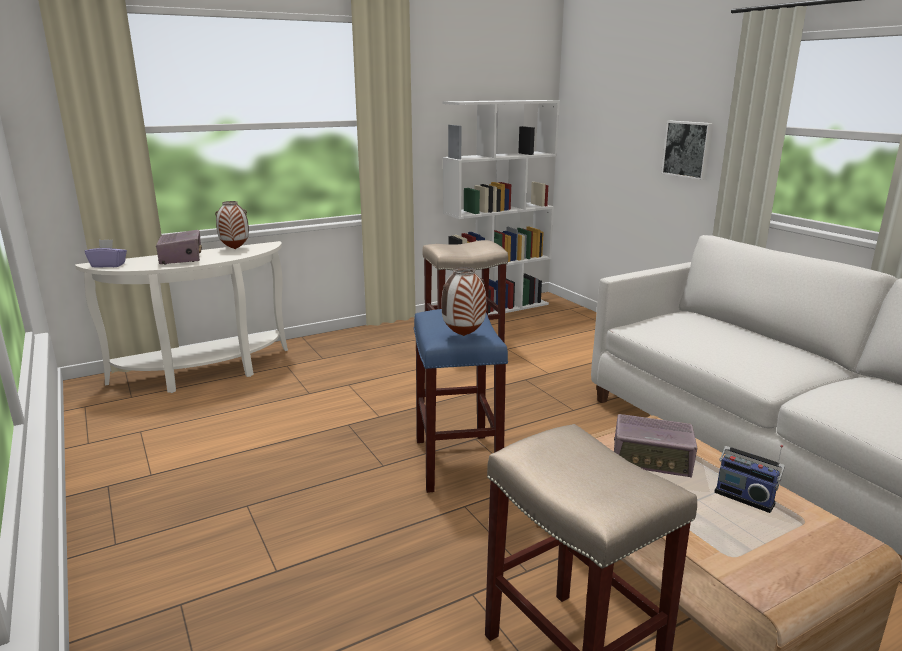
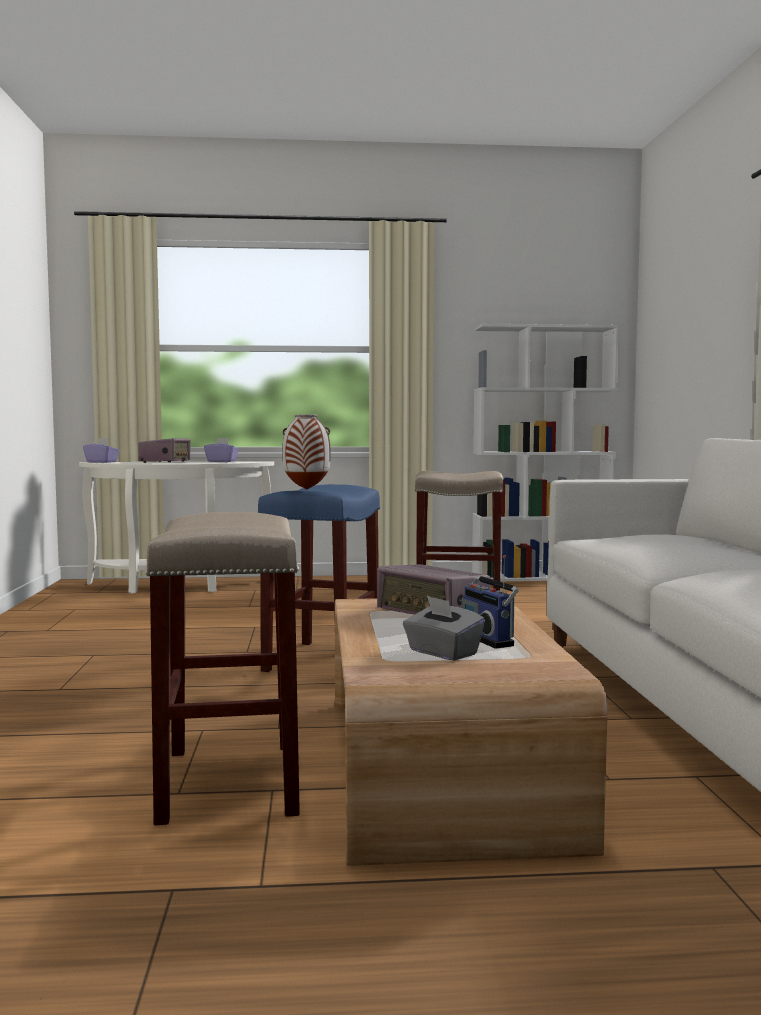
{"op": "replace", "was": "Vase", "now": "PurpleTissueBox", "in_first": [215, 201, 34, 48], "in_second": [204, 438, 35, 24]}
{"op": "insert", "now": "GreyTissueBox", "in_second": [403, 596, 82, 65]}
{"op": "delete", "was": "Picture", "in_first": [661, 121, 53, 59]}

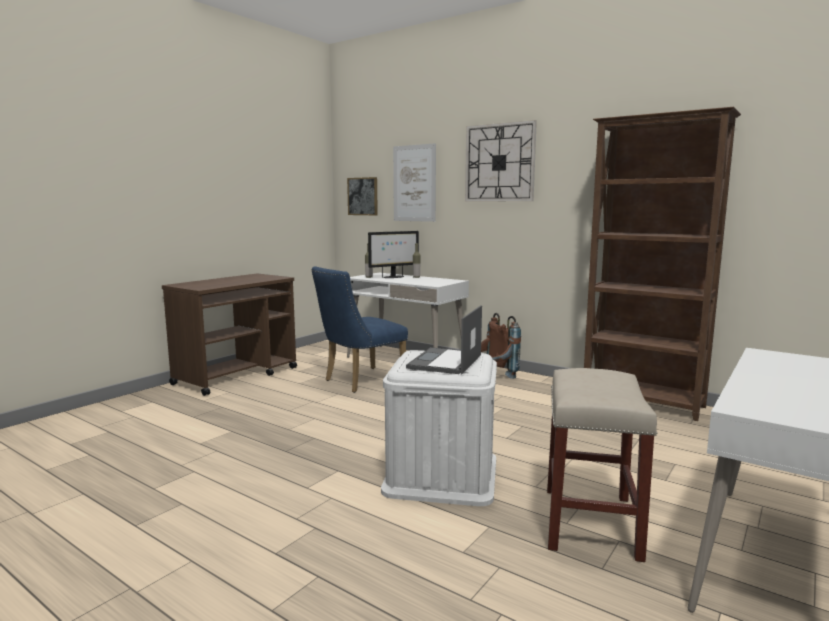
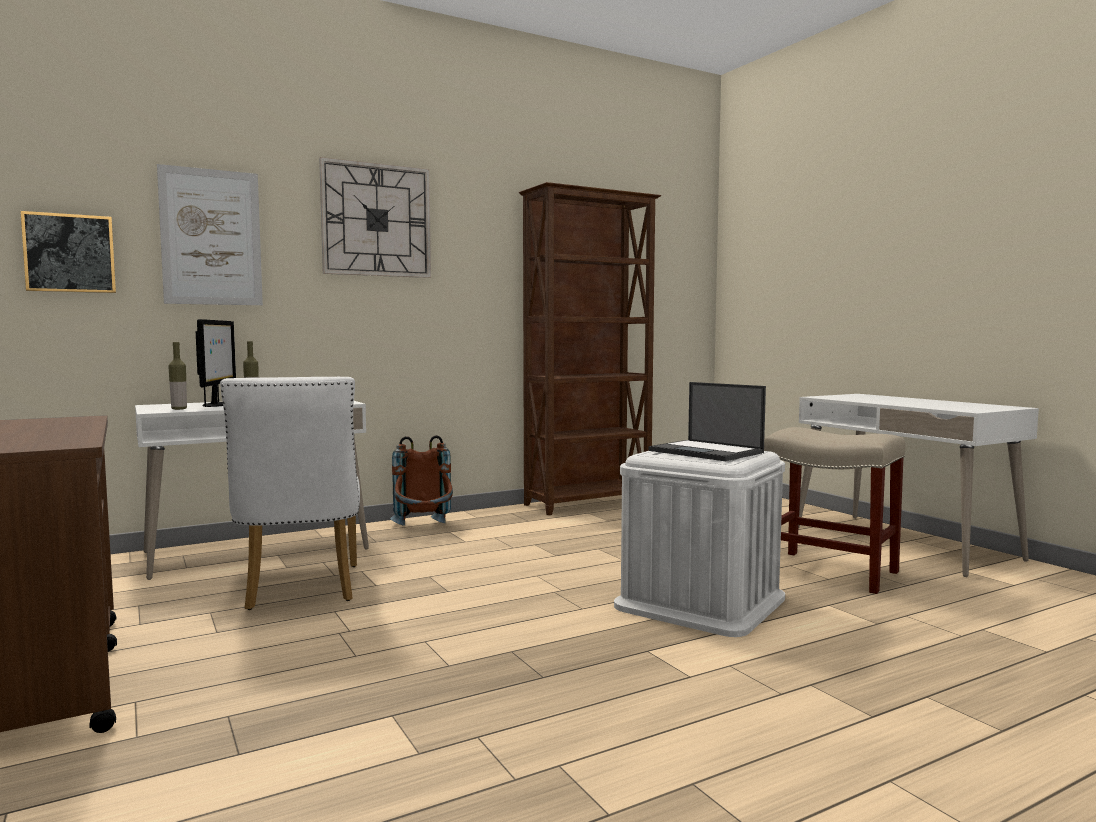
{"op": "recolor", "was": "BlueChair", "now": "WhiteChair", "in_first": [311, 266, 97, 127], "in_second": [220, 377, 140, 233]}

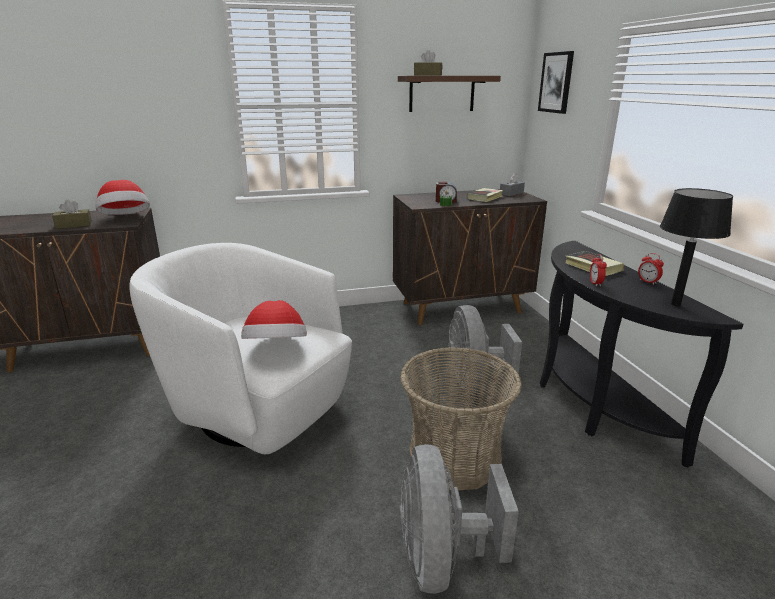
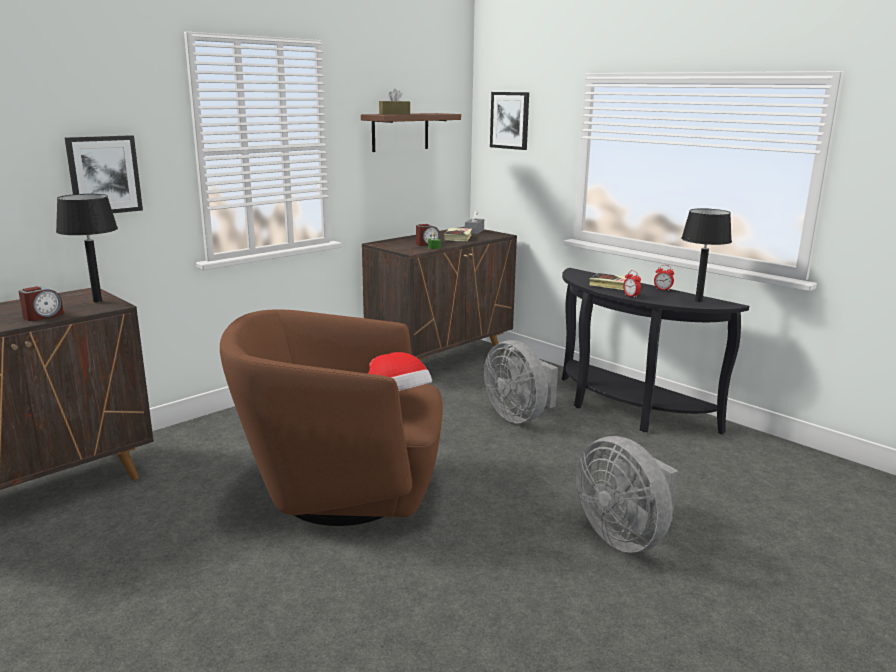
{"op": "replace", "was": "BrownTissueBox", "now": "AlarmClock", "in_first": [52, 200, 40, 29], "in_second": [18, 286, 46, 35]}
{"op": "replace", "was": "Hat", "now": "BlackTableLamp", "in_first": [95, 180, 55, 35], "in_second": [56, 194, 62, 108]}
{"op": "insert", "now": "Picture", "in_second": [65, 135, 78, 78]}
{"op": "recolor", "was": "WhiteArmchair", "now": "BrownArmchair", "in_first": [129, 243, 223, 211], "in_second": [220, 310, 223, 216]}
{"op": "delete", "was": "Basket", "in_first": [400, 347, 122, 144]}

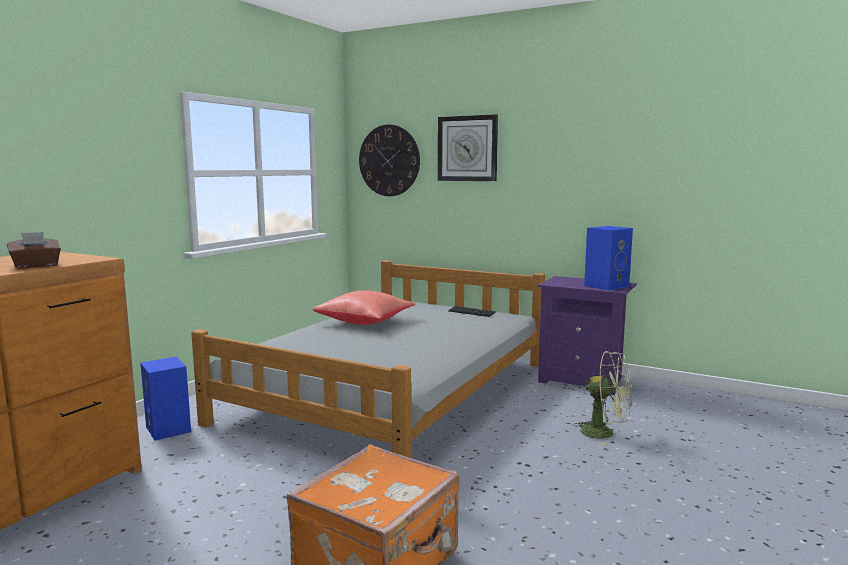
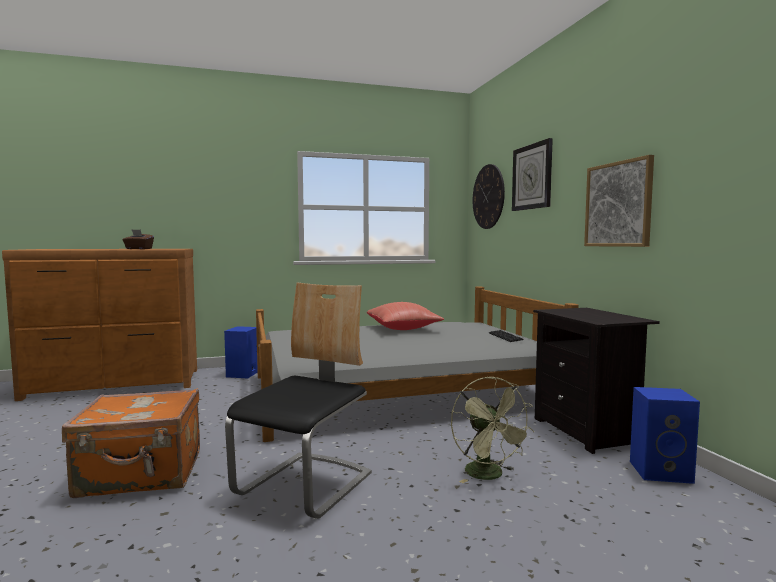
{"op": "insert", "now": "Chair", "in_second": [225, 282, 147, 237]}
{"op": "recolor", "was": "PurpleNightstand", "now": "BlackNightstand", "in_first": [538, 276, 99, 119], "in_second": [533, 308, 127, 146]}
{"op": "insert", "now": "Picture", "in_second": [584, 155, 70, 92]}
{"op": "move", "was": "BlueSpeaker", "in_first": [584, 226, 49, 65], "in_second": [630, 387, 70, 97]}

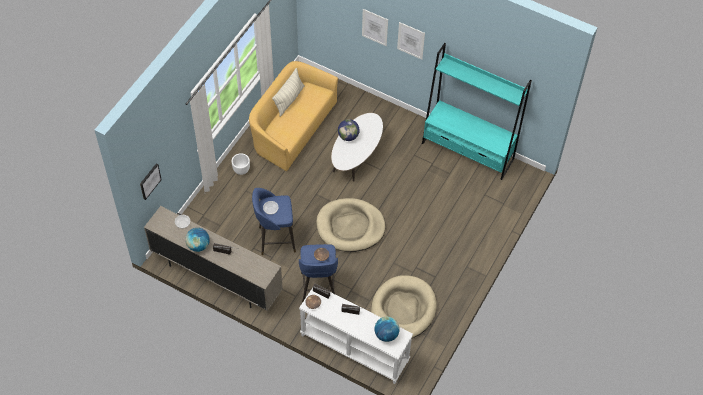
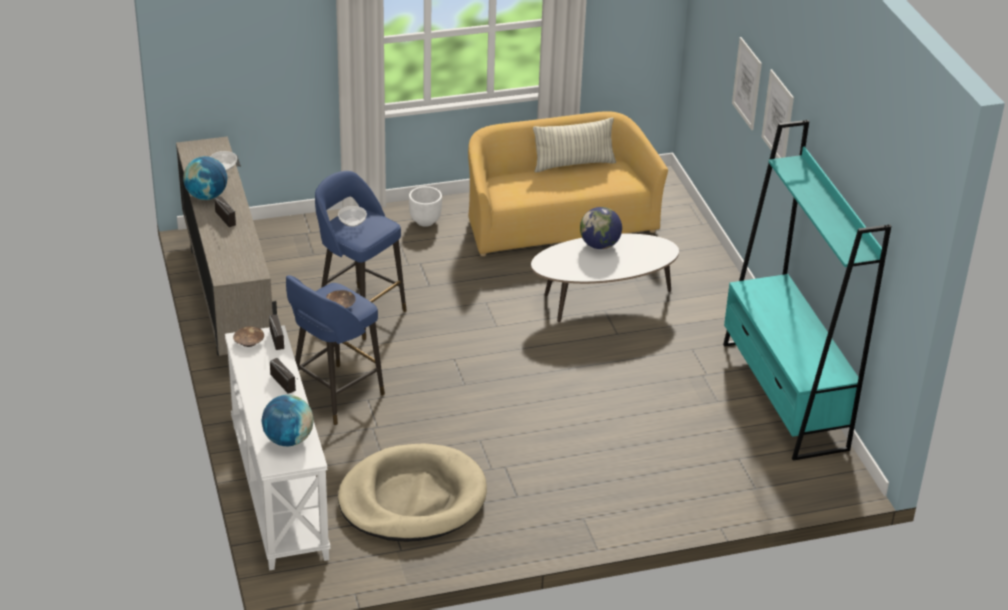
{"op": "delete", "was": "Picture", "in_first": [140, 163, 22, 37]}
{"op": "delete", "was": "BeigeDogBed", "in_first": [316, 198, 69, 54]}

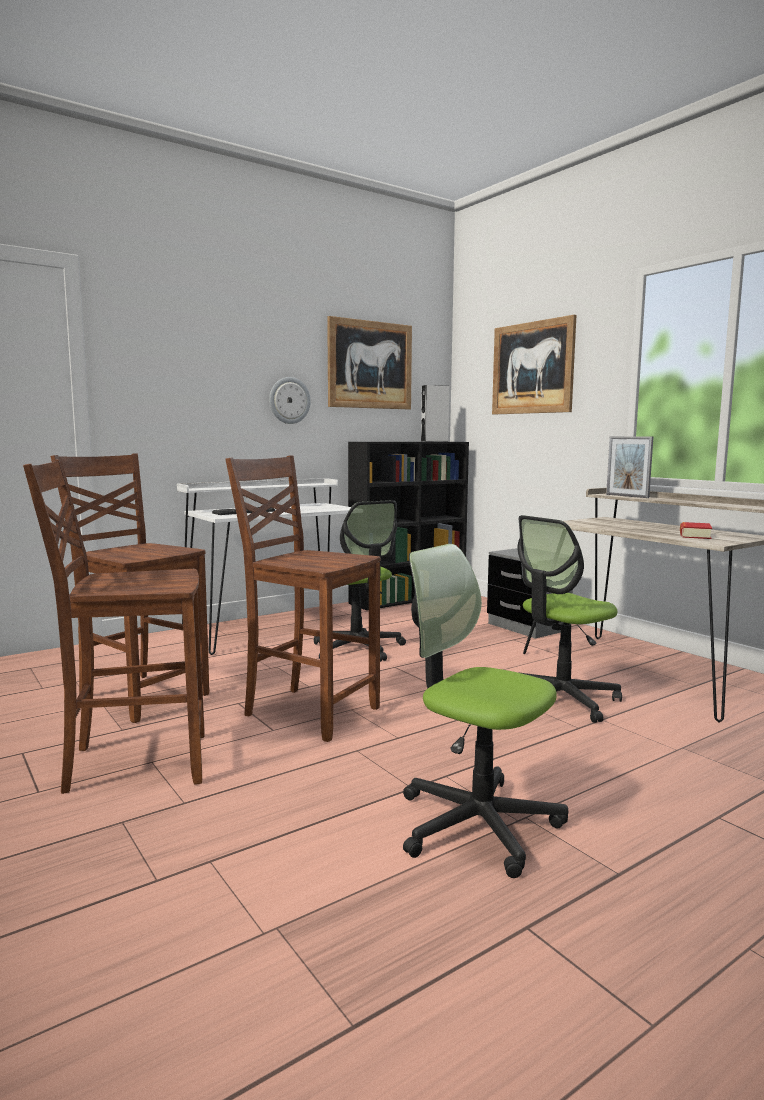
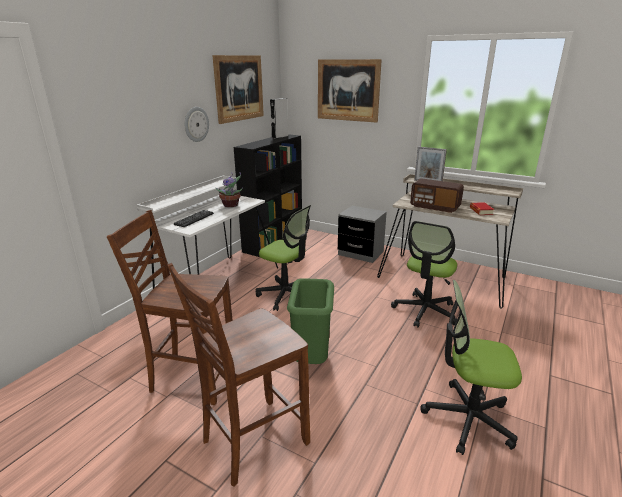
{"op": "insert", "now": "PottedPlant", "in_second": [216, 173, 27, 34]}
{"op": "replace", "was": "BrownChair", "now": "GreenTrashCan", "in_first": [225, 455, 155, 287], "in_second": [287, 278, 47, 86]}
{"op": "insert", "now": "Radio", "in_second": [410, 178, 54, 35]}

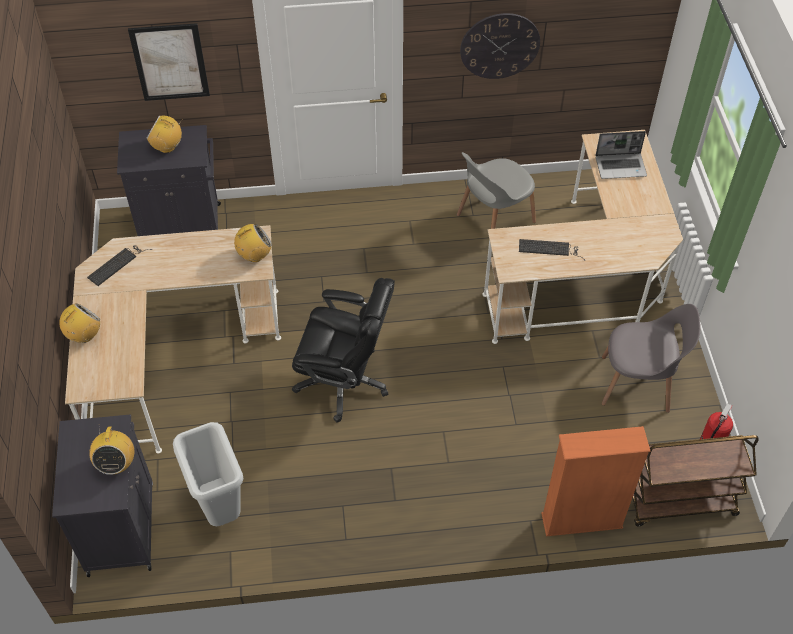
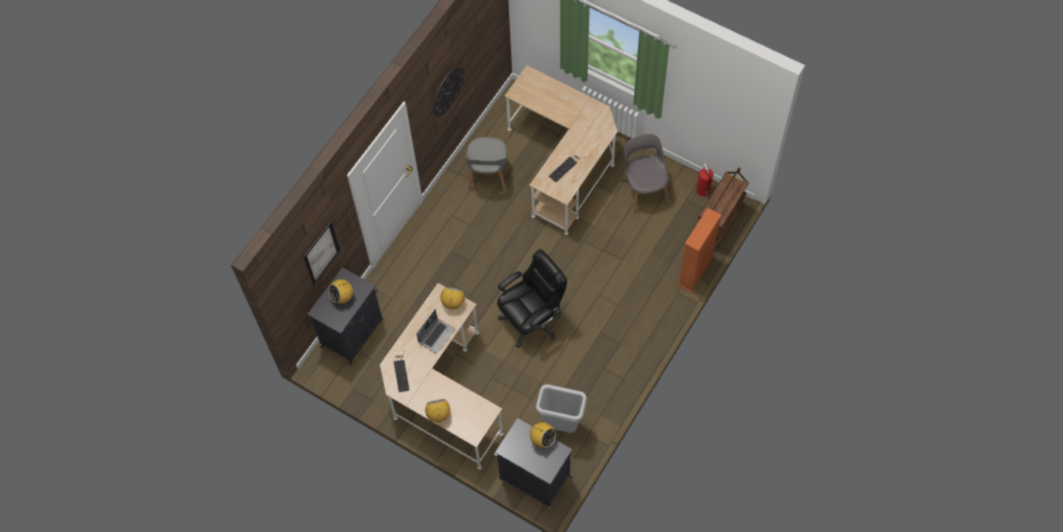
{"op": "move", "was": "Laptop", "in_first": [595, 131, 52, 48], "in_second": [417, 309, 38, 45]}
{"op": "rotate", "was": "GreyChair", "in_first": [601, 304, 99, 109], "in_second": [621, 134, 48, 79], "clockwise": -60}

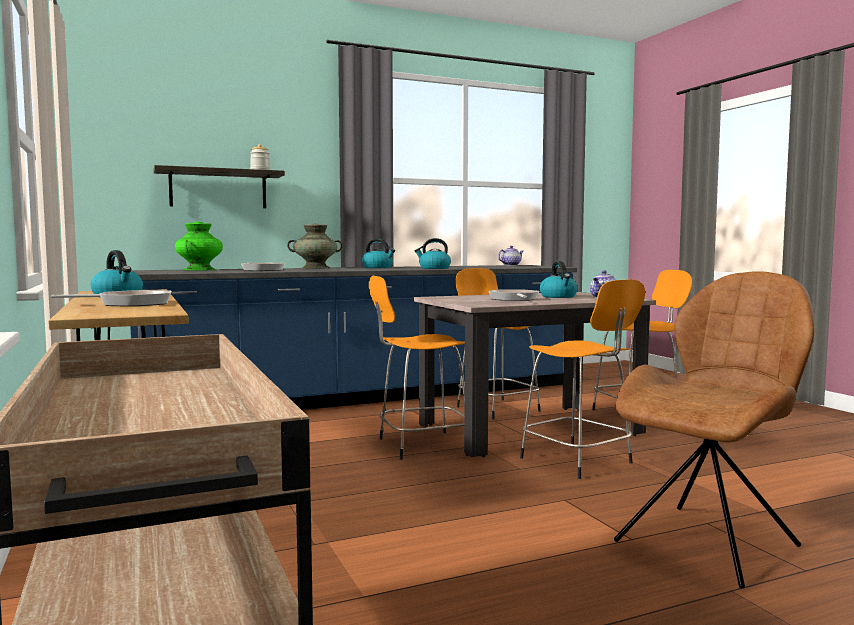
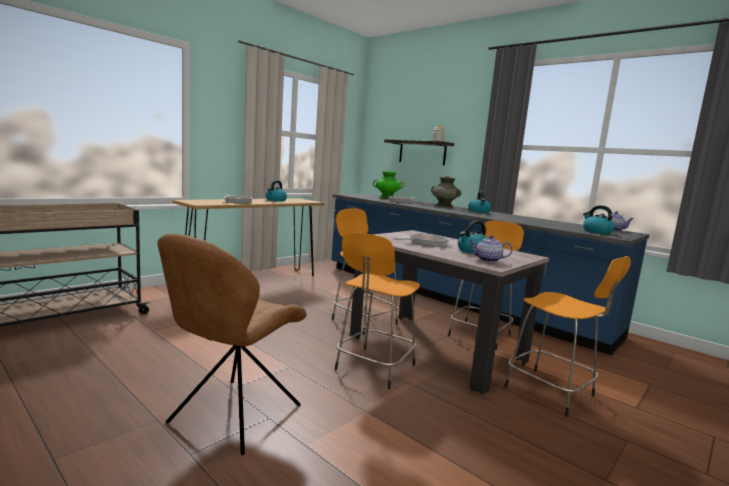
{"op": "rotate", "was": "BrownChair", "in_first": [614, 271, 200, 318], "in_second": [157, 234, 150, 221], "clockwise": 90}
{"op": "move", "was": "Kettle", "in_first": [415, 238, 36, 31], "in_second": [583, 205, 32, 29]}

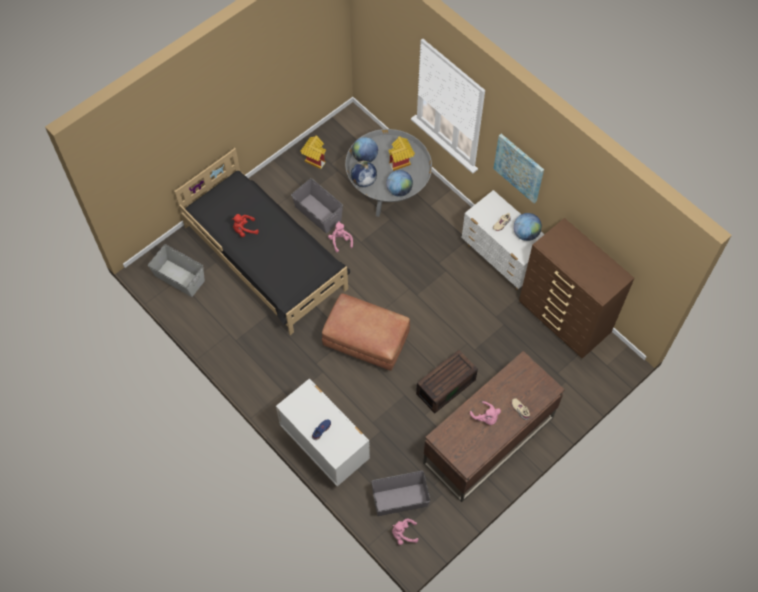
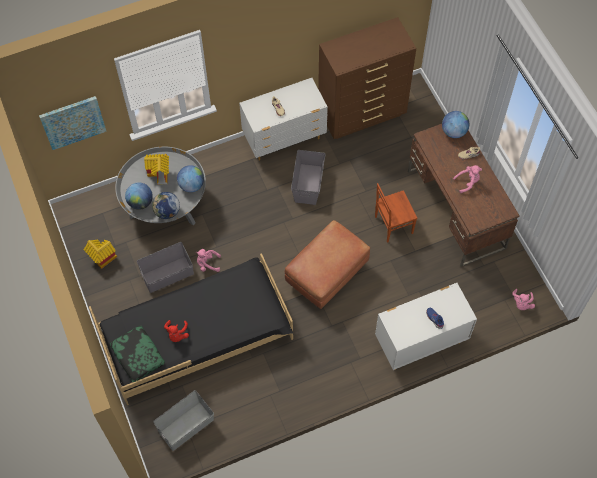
{"op": "move", "was": "Picture", "in_first": [493, 134, 51, 70], "in_second": [39, 96, 68, 54]}
{"op": "insert", "now": "Pillow", "in_second": [110, 326, 55, 56]}
{"op": "move", "was": "GreyStorageBox", "in_first": [372, 471, 58, 45], "in_second": [291, 150, 34, 55]}
{"op": "replace", "was": "BrownStorageBox", "now": "BrownChair", "in_first": [416, 350, 62, 63], "in_second": [375, 183, 42, 60]}
{"op": "move", "was": "Globe", "in_first": [514, 213, 28, 28], "in_second": [442, 111, 27, 27]}

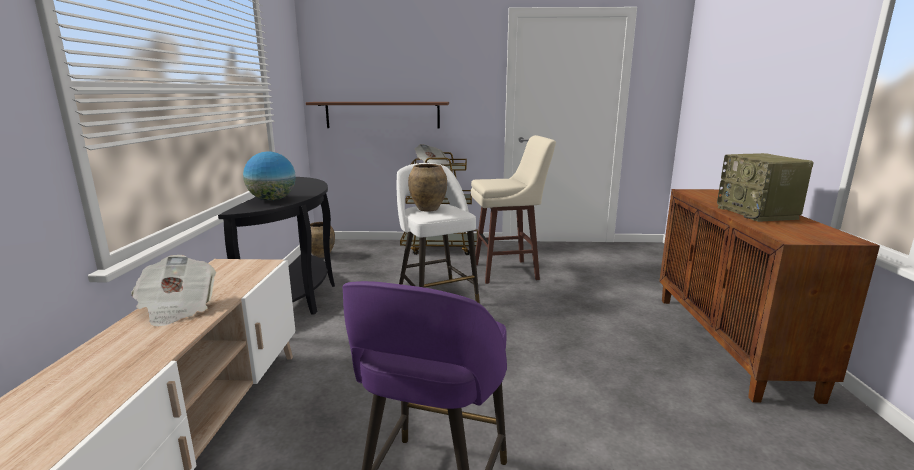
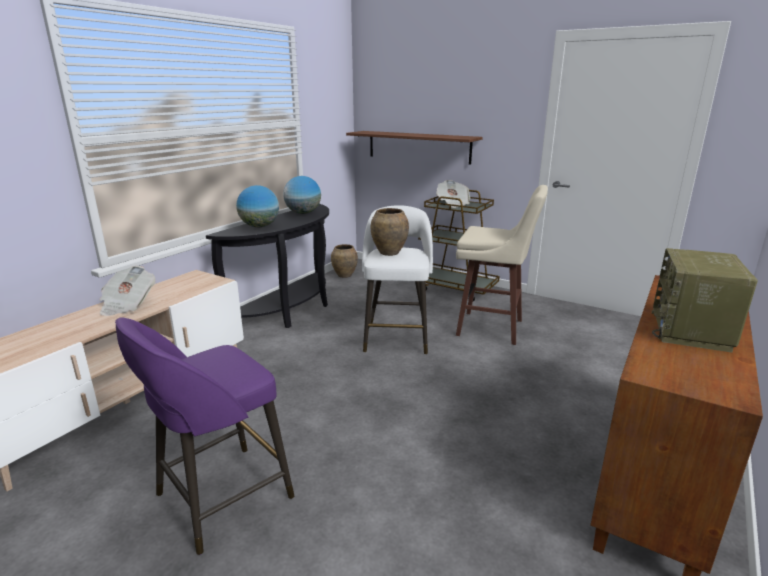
{"op": "insert", "now": "Globe", "in_second": [283, 176, 38, 38]}

